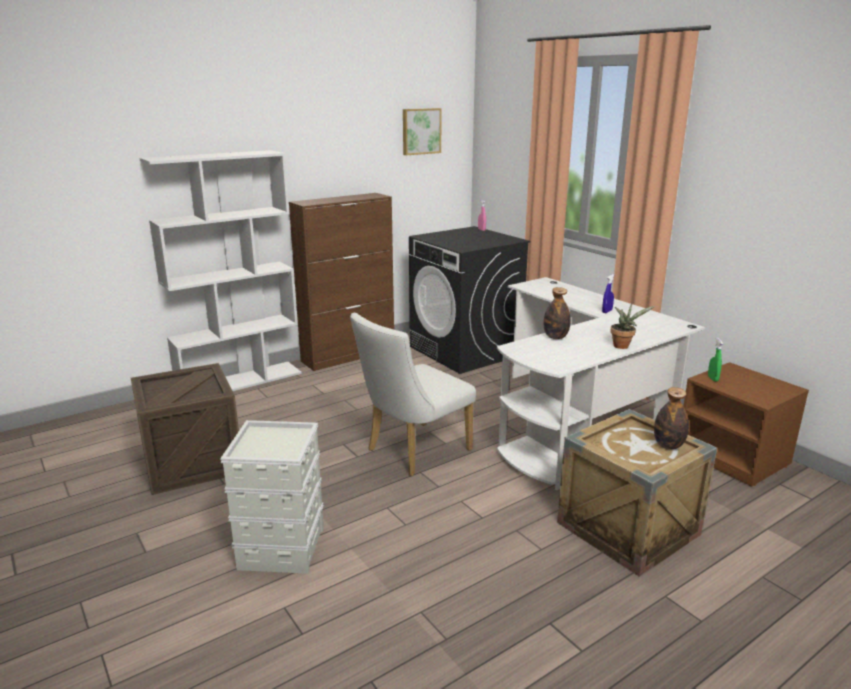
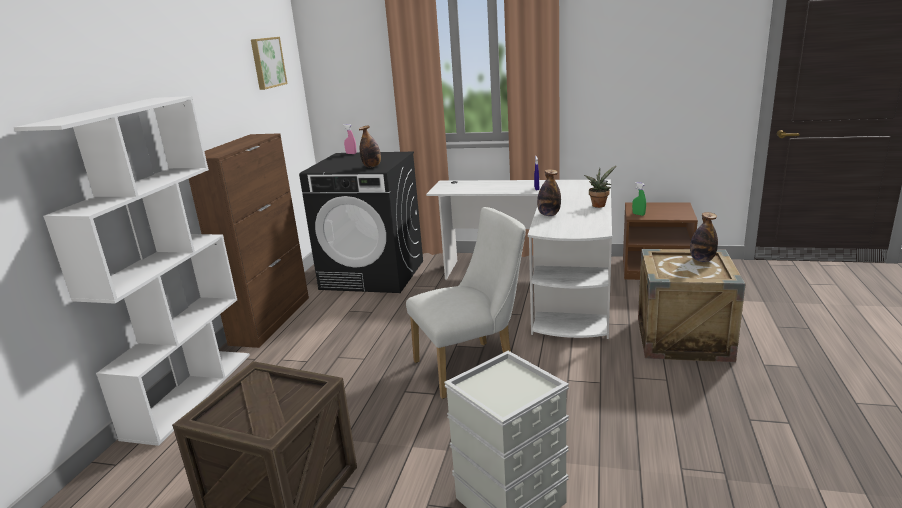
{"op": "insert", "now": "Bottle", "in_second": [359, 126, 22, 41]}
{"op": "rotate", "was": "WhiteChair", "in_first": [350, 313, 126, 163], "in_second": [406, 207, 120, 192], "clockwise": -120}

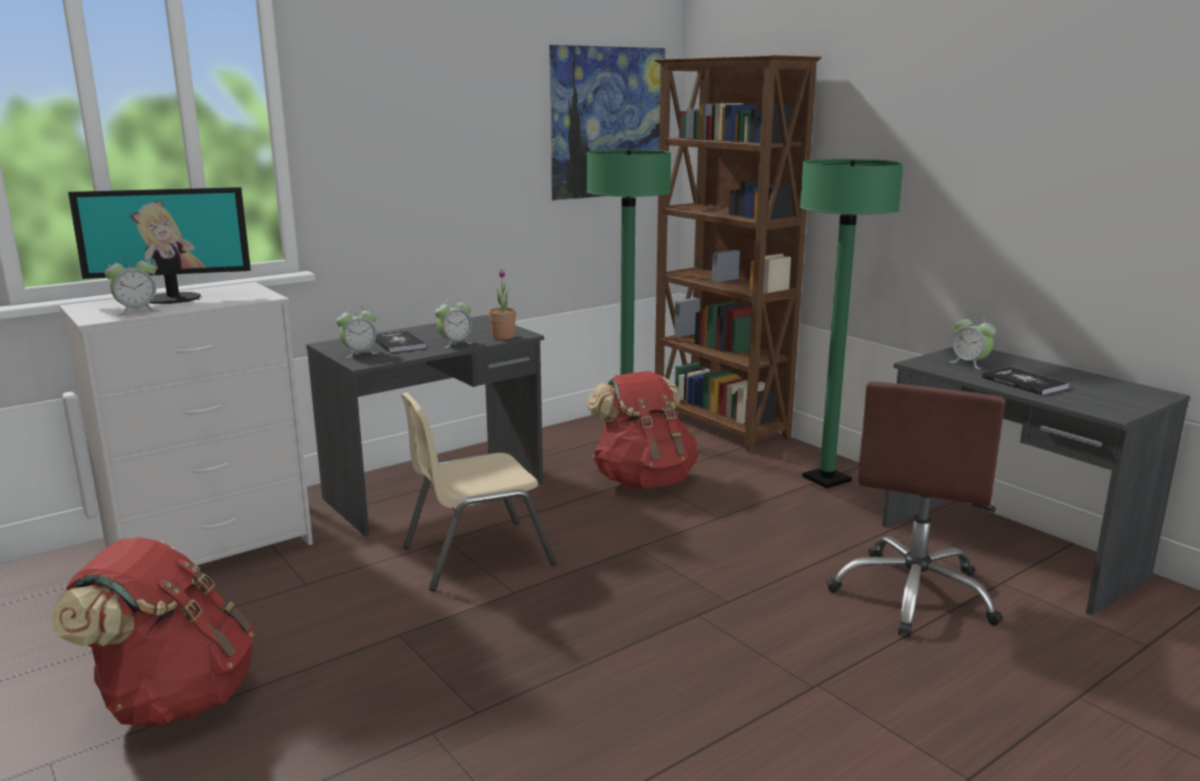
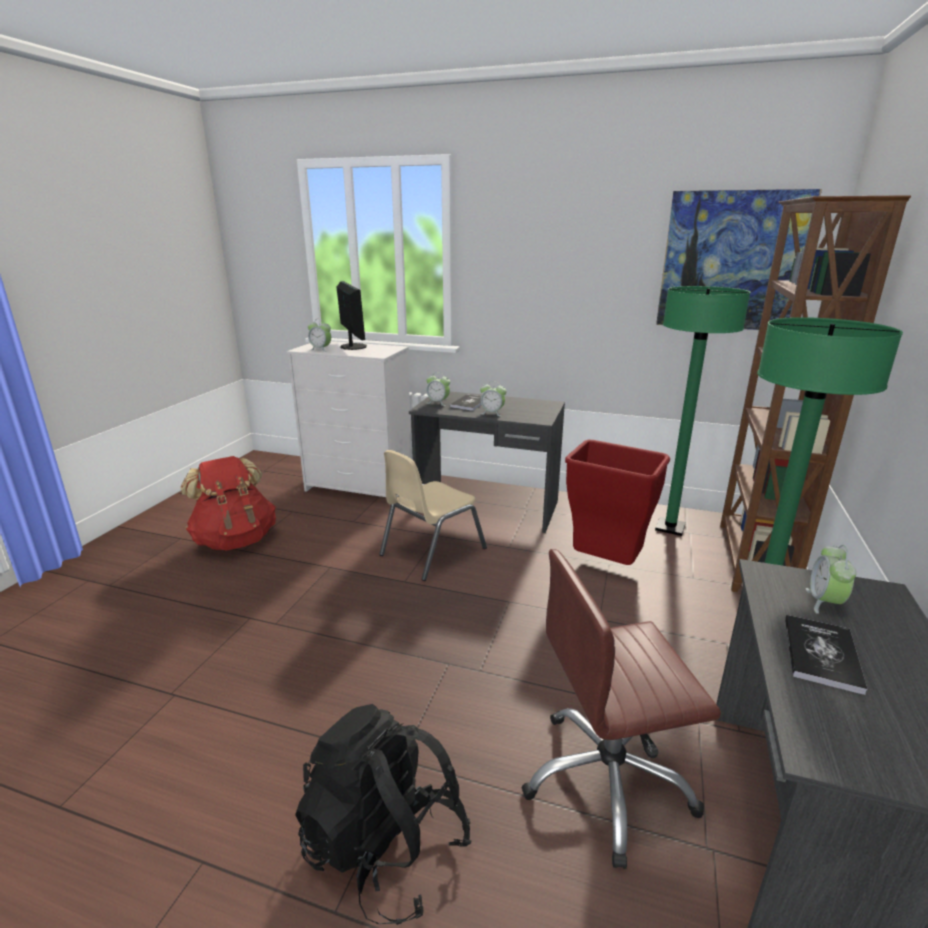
{"op": "insert", "now": "BlackBackpack", "in_second": [295, 704, 176, 221]}
{"op": "rotate", "was": "Monitor", "in_first": [68, 187, 183, 117], "in_second": [337, 281, 30, 69], "clockwise": -150}
{"op": "rotate", "was": "BeigeChair", "in_first": [401, 392, 156, 199], "in_second": [379, 450, 108, 131], "clockwise": -75}
{"op": "replace", "was": "RedBackpack", "now": "RedTrashCan", "in_first": [587, 371, 111, 117], "in_second": [565, 440, 105, 125]}
{"op": "delete", "was": "PottedPlant", "in_first": [489, 269, 27, 71]}

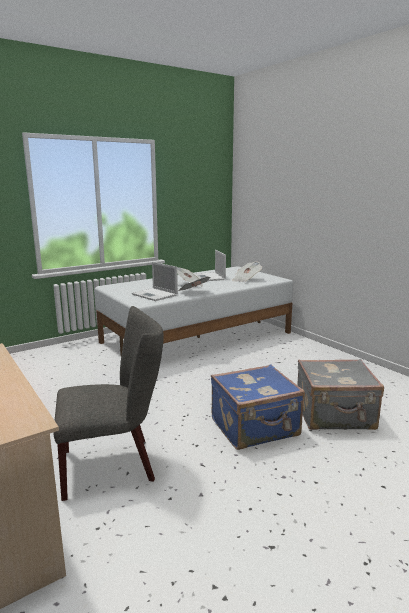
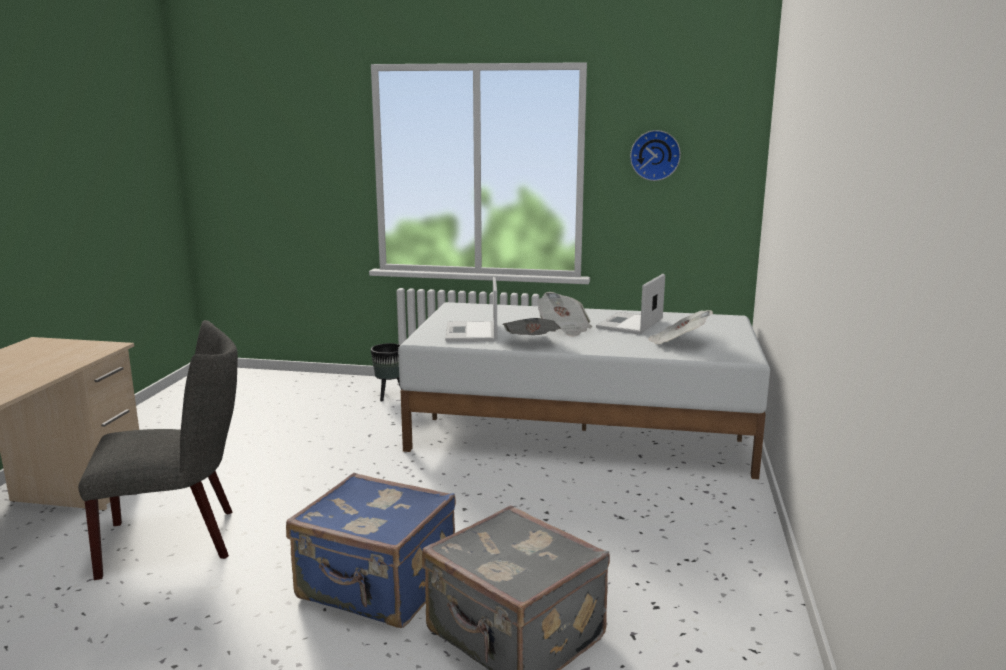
{"op": "rotate", "was": "GreyChair", "in_first": [53, 306, 111, 195], "in_second": [78, 320, 160, 260], "clockwise": -45}
{"op": "insert", "now": "BlackPlanter", "in_second": [371, 343, 31, 59]}
{"op": "insert", "now": "WallClock", "in_second": [630, 130, 51, 51]}

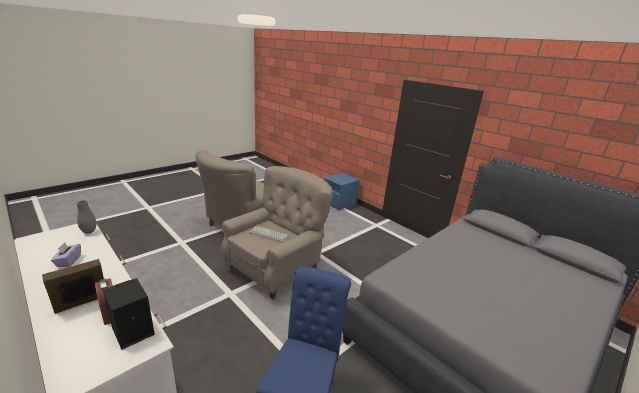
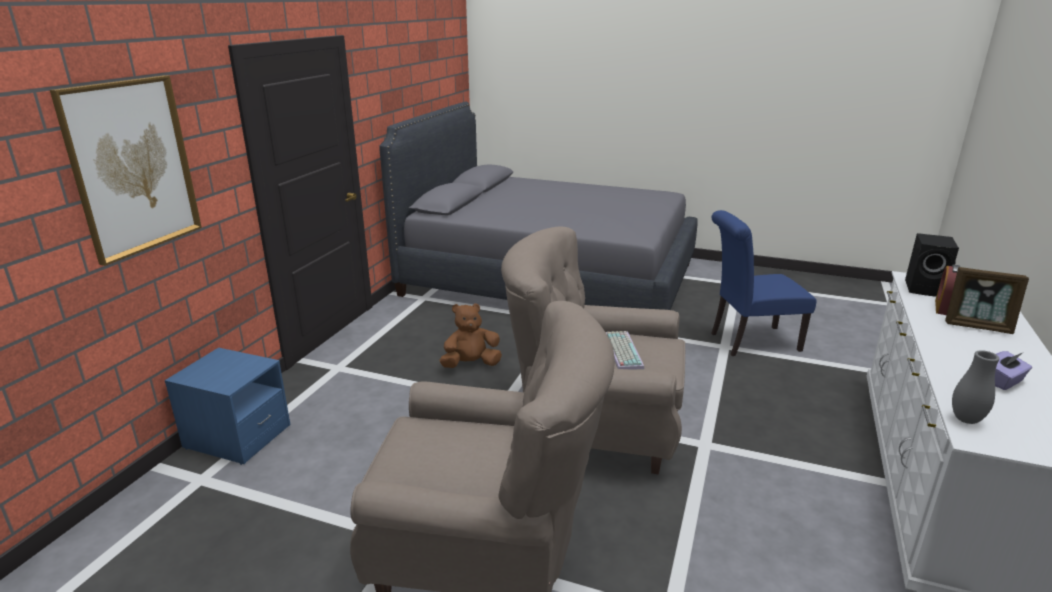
{"op": "insert", "now": "Picture", "in_second": [50, 75, 152, 191]}
{"op": "insert", "now": "BrownPlushToy", "in_second": [439, 303, 63, 65]}

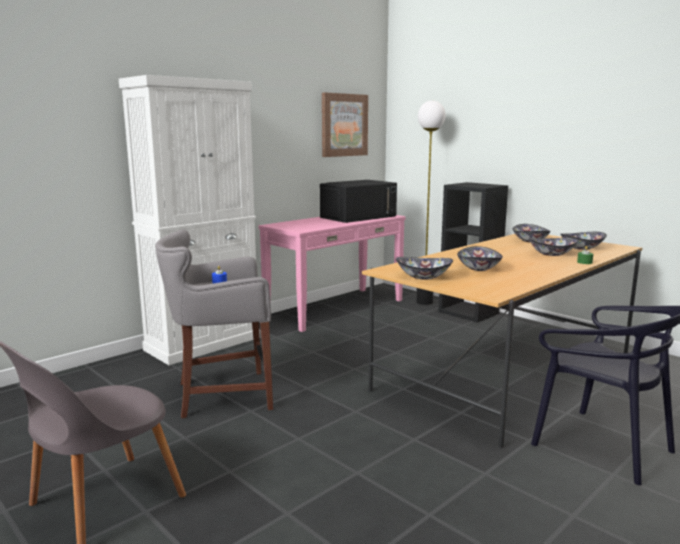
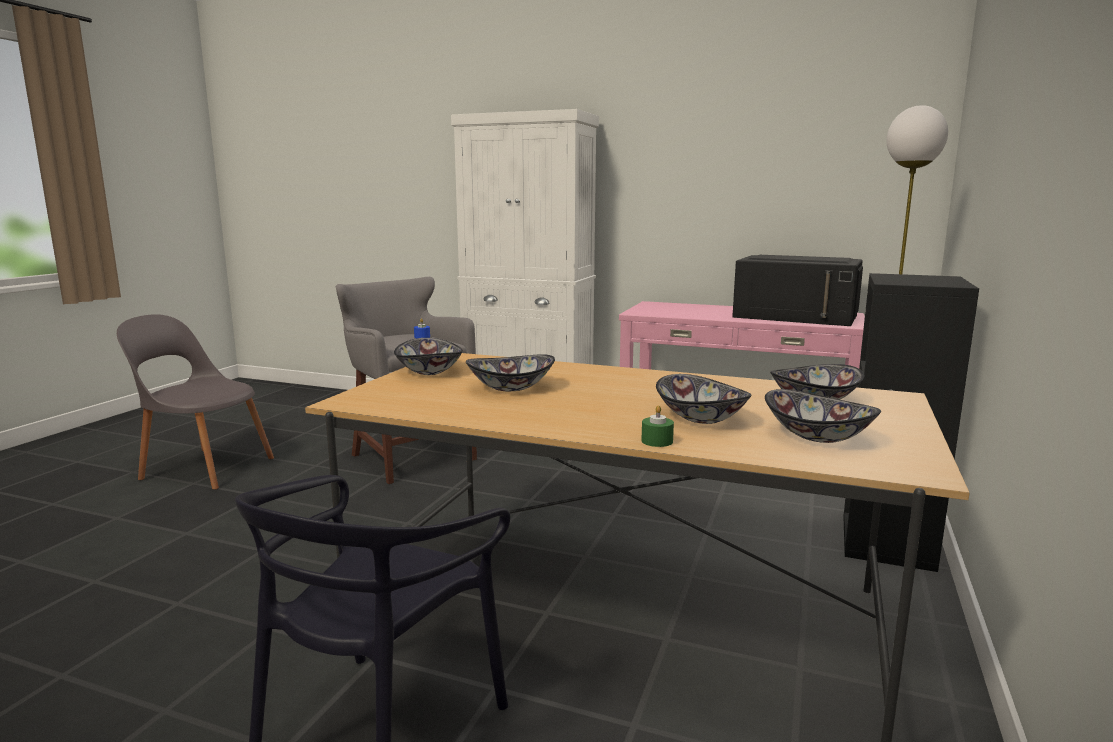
{"op": "delete", "was": "Picture", "in_first": [322, 92, 46, 65]}

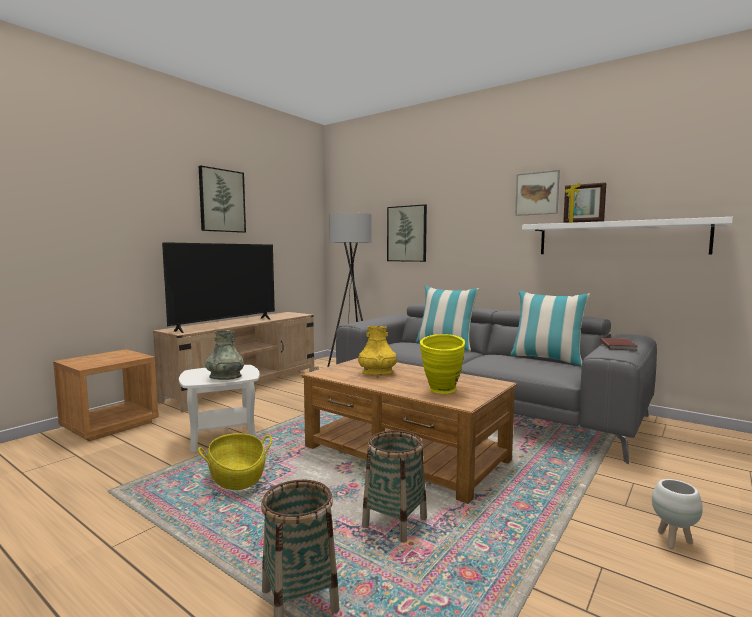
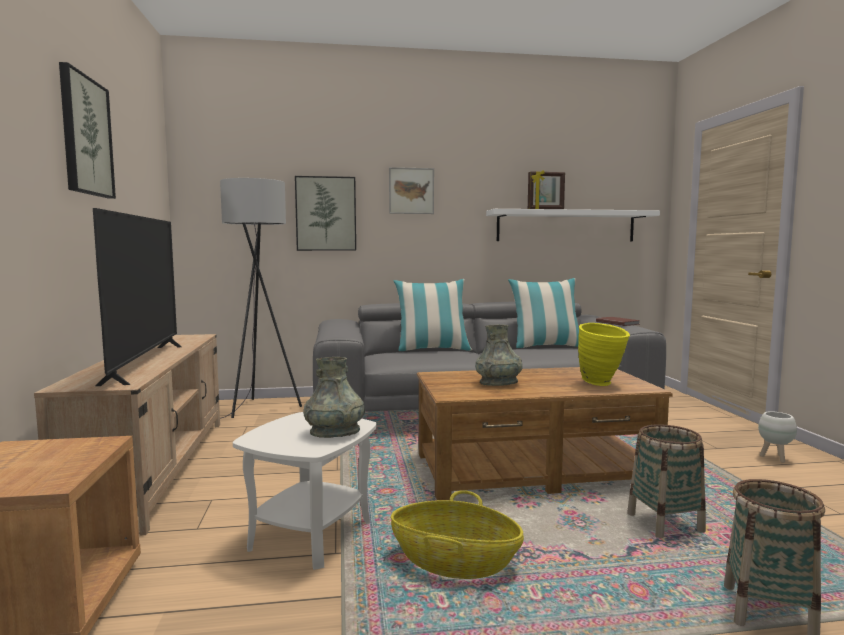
{"op": "move", "was": "Picture", "in_first": [515, 170, 45, 46], "in_second": [389, 167, 45, 47]}
{"op": "recolor", "was": "YellowVase", "now": "GreyVase", "in_first": [358, 326, 39, 50], "in_second": [475, 325, 48, 61]}

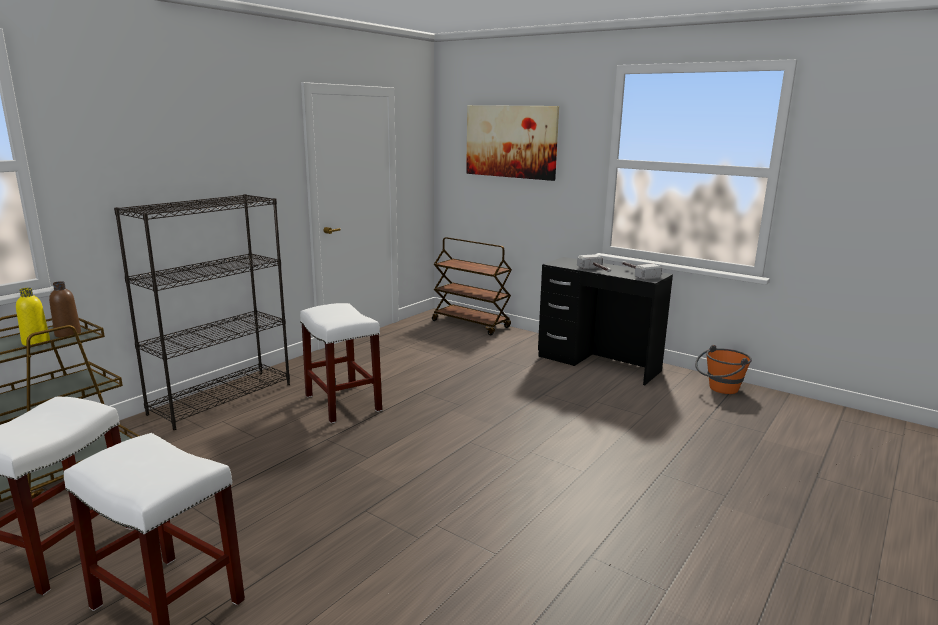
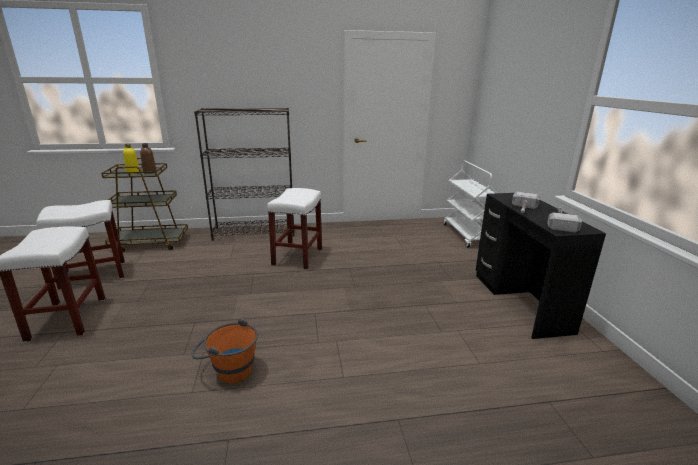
{"op": "move", "was": "OrangeBucket", "in_first": [695, 345, 57, 49], "in_second": [191, 318, 67, 66]}
{"op": "recolor", "was": "BrownCart", "now": "WhiteCart", "in_first": [432, 237, 80, 98], "in_second": [443, 160, 54, 88]}
{"op": "delete", "was": "Picture", "in_first": [466, 105, 93, 76]}

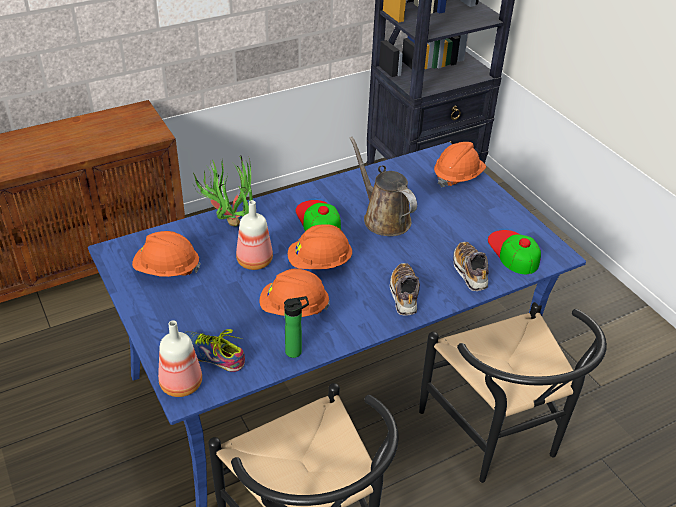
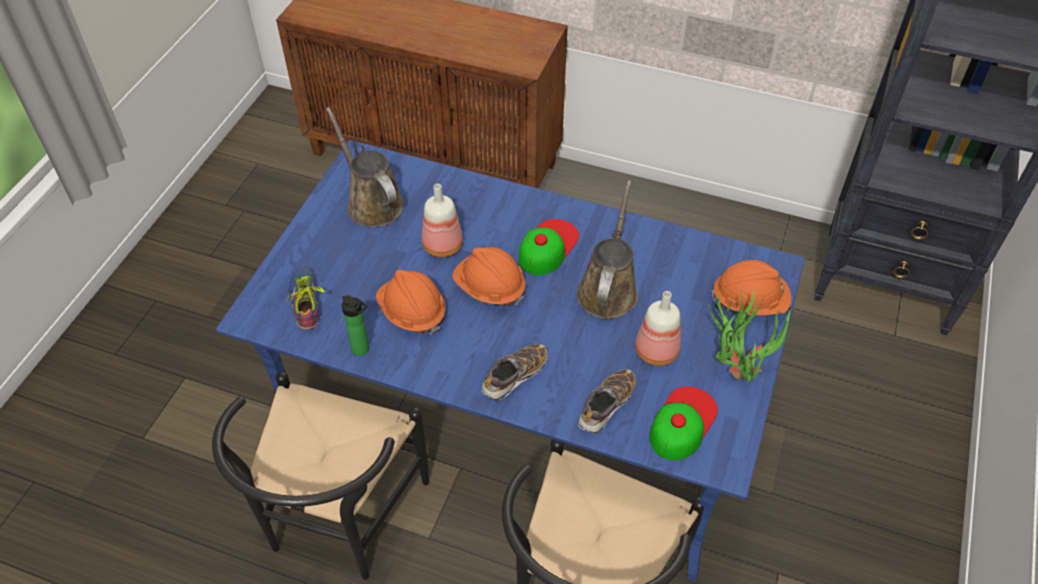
{"op": "replace", "was": "OrangeHardHat", "now": "BrownWateringCan", "in_first": [132, 231, 69, 46], "in_second": [326, 107, 77, 120]}
{"op": "move", "was": "Bottle", "in_first": [158, 321, 44, 76], "in_second": [635, 291, 46, 75]}
{"op": "move", "was": "PottedPlant", "in_first": [191, 155, 62, 71], "in_second": [708, 291, 88, 90]}

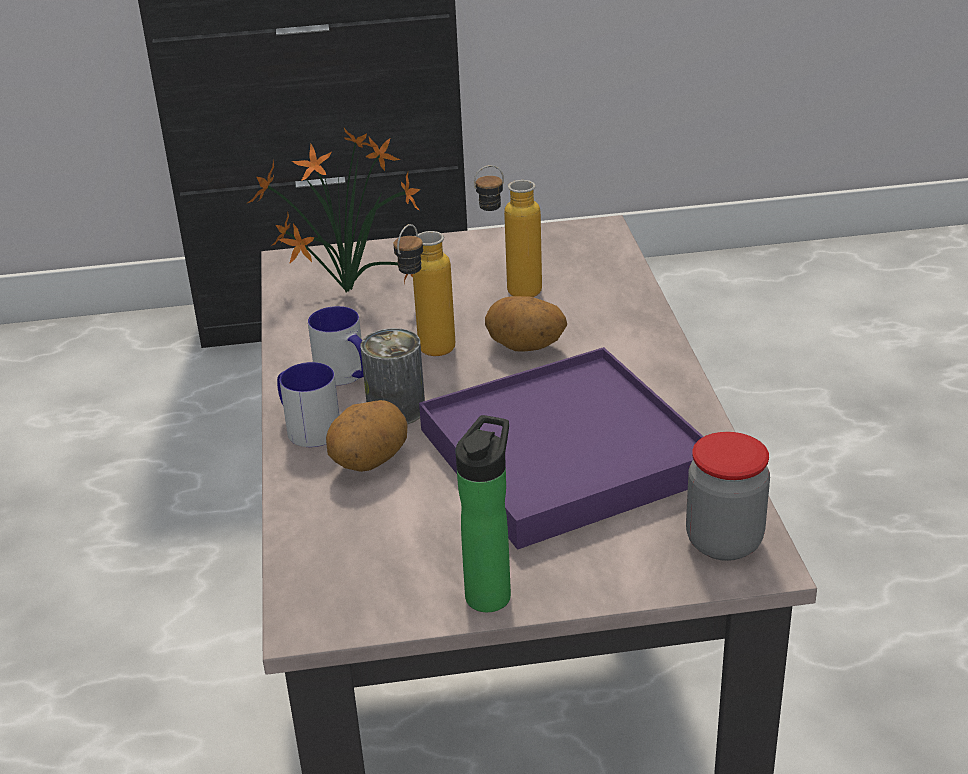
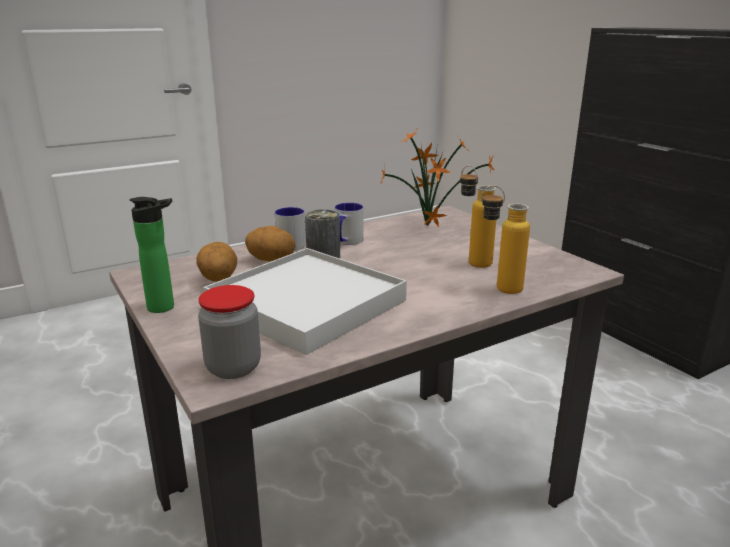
{"op": "move", "was": "Potato", "in_first": [485, 296, 82, 56], "in_second": [196, 242, 41, 40]}
{"op": "recolor", "was": "PurpleTray", "now": "WhiteTray", "in_first": [419, 347, 285, 202], "in_second": [203, 248, 204, 107]}
{"op": "move", "was": "Bottle", "in_first": [393, 224, 62, 132], "in_second": [481, 185, 49, 109]}

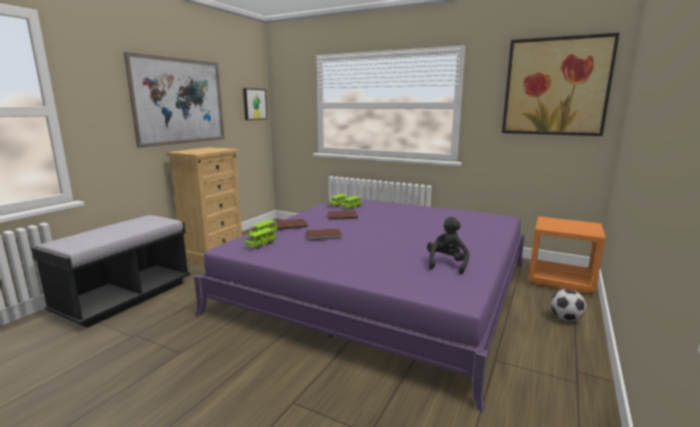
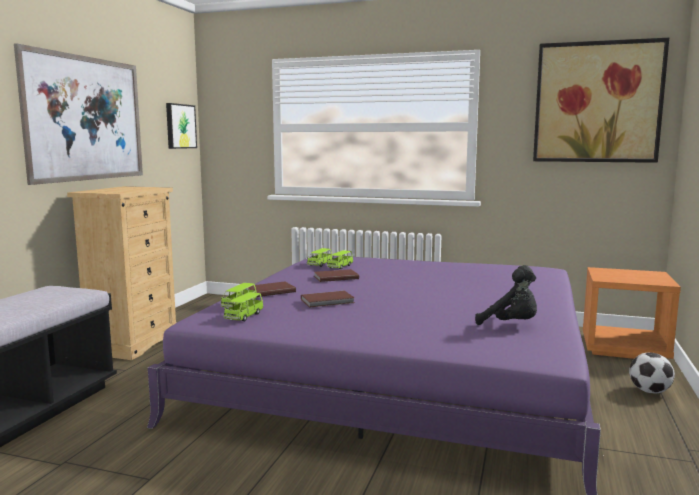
{"op": "rotate", "was": "BlackPlushToy", "in_first": [427, 217, 42, 57], "in_second": [475, 265, 62, 60], "clockwise": 120}

